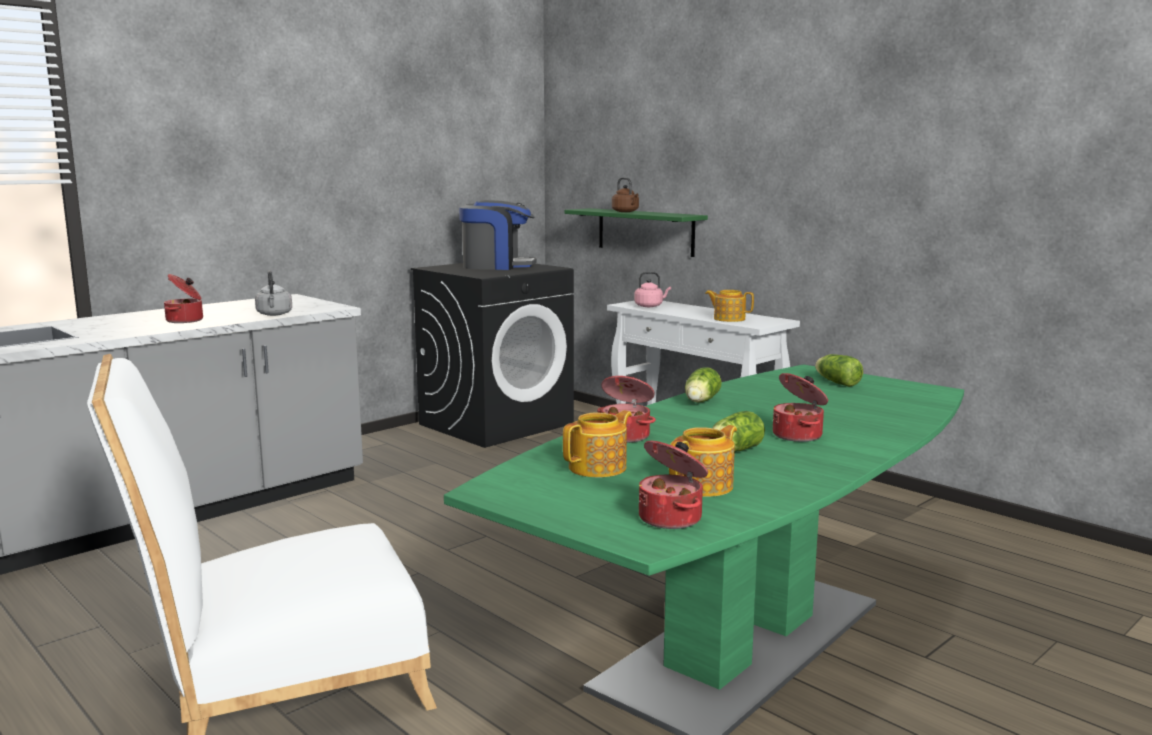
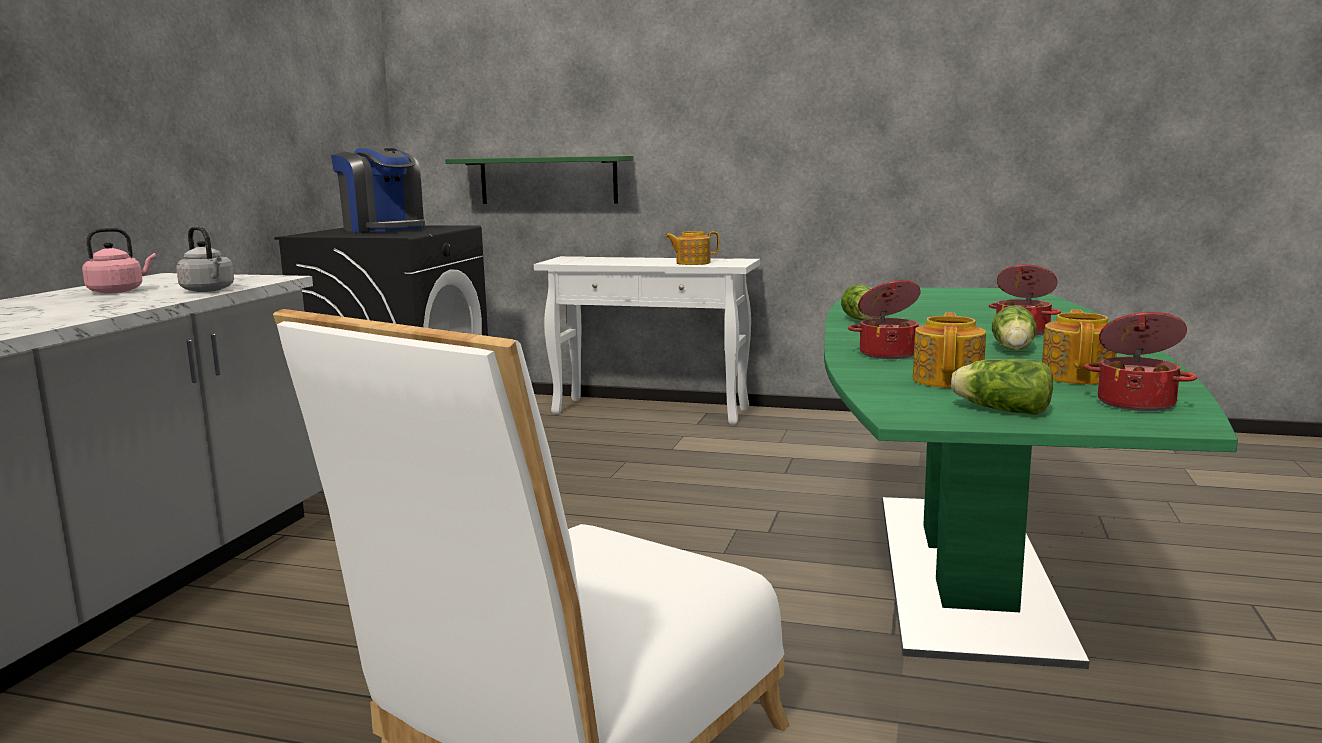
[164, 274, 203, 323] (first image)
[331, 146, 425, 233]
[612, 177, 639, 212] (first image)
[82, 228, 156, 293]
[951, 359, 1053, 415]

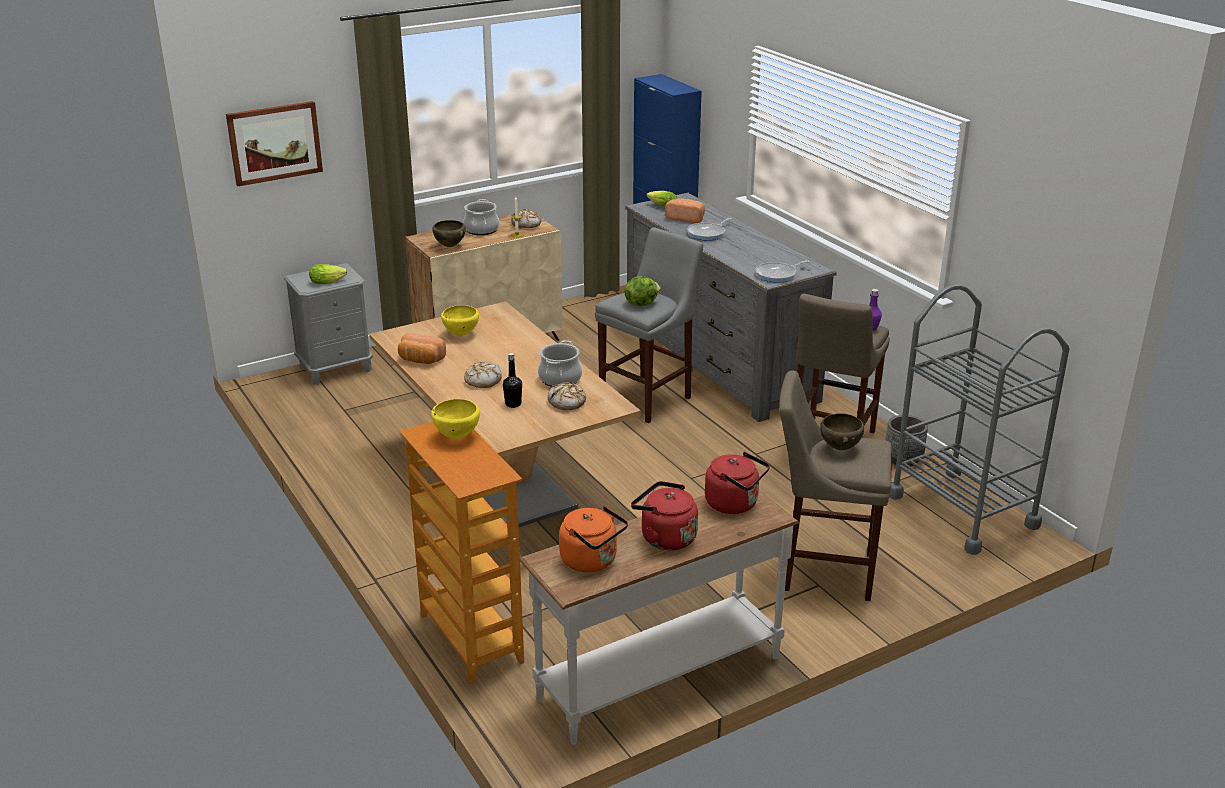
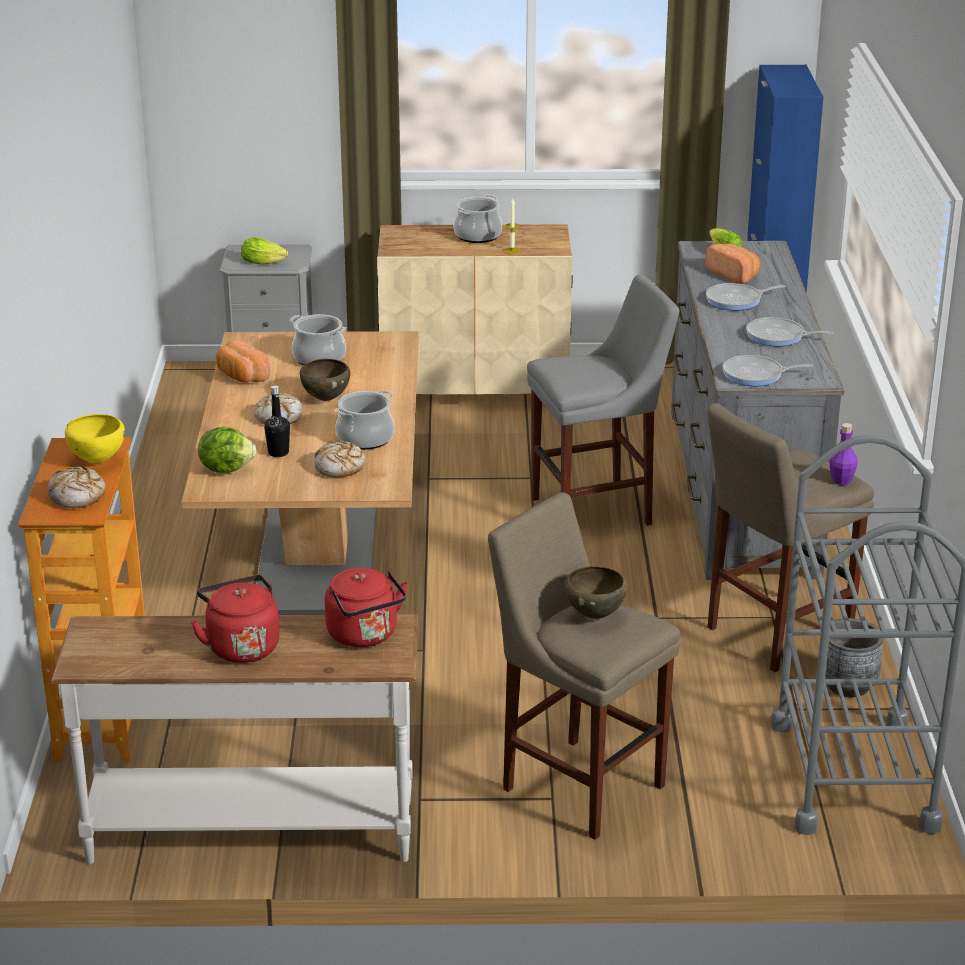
[226, 101, 323, 186] (first image)
[300, 359, 350, 401]
[290, 314, 346, 365]
[48, 466, 106, 508]
[559, 506, 628, 572] (first image)
[198, 426, 257, 473]
[746, 317, 834, 347]

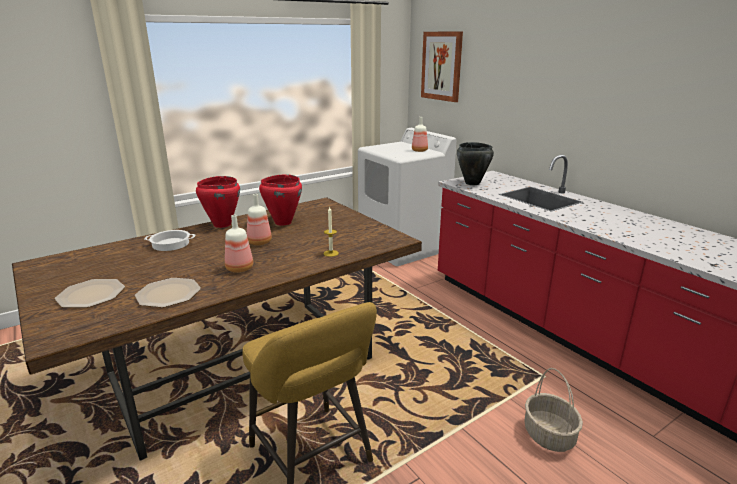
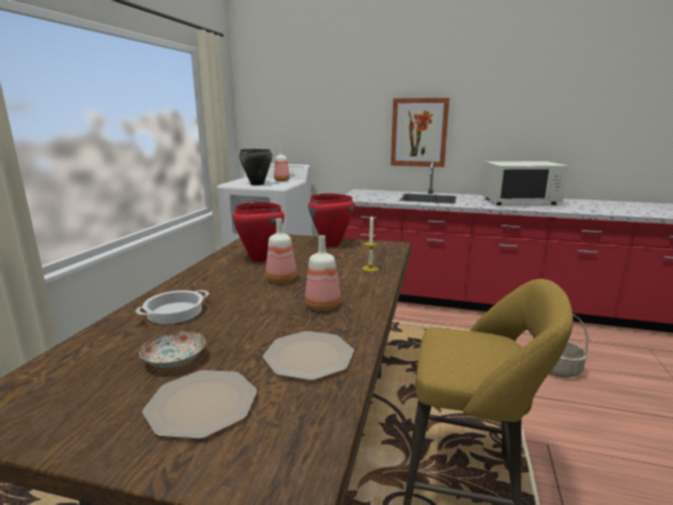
[308, 193, 355, 247]
[391, 98, 450, 167]
[239, 149, 272, 185]
[139, 331, 206, 368]
[481, 161, 569, 205]

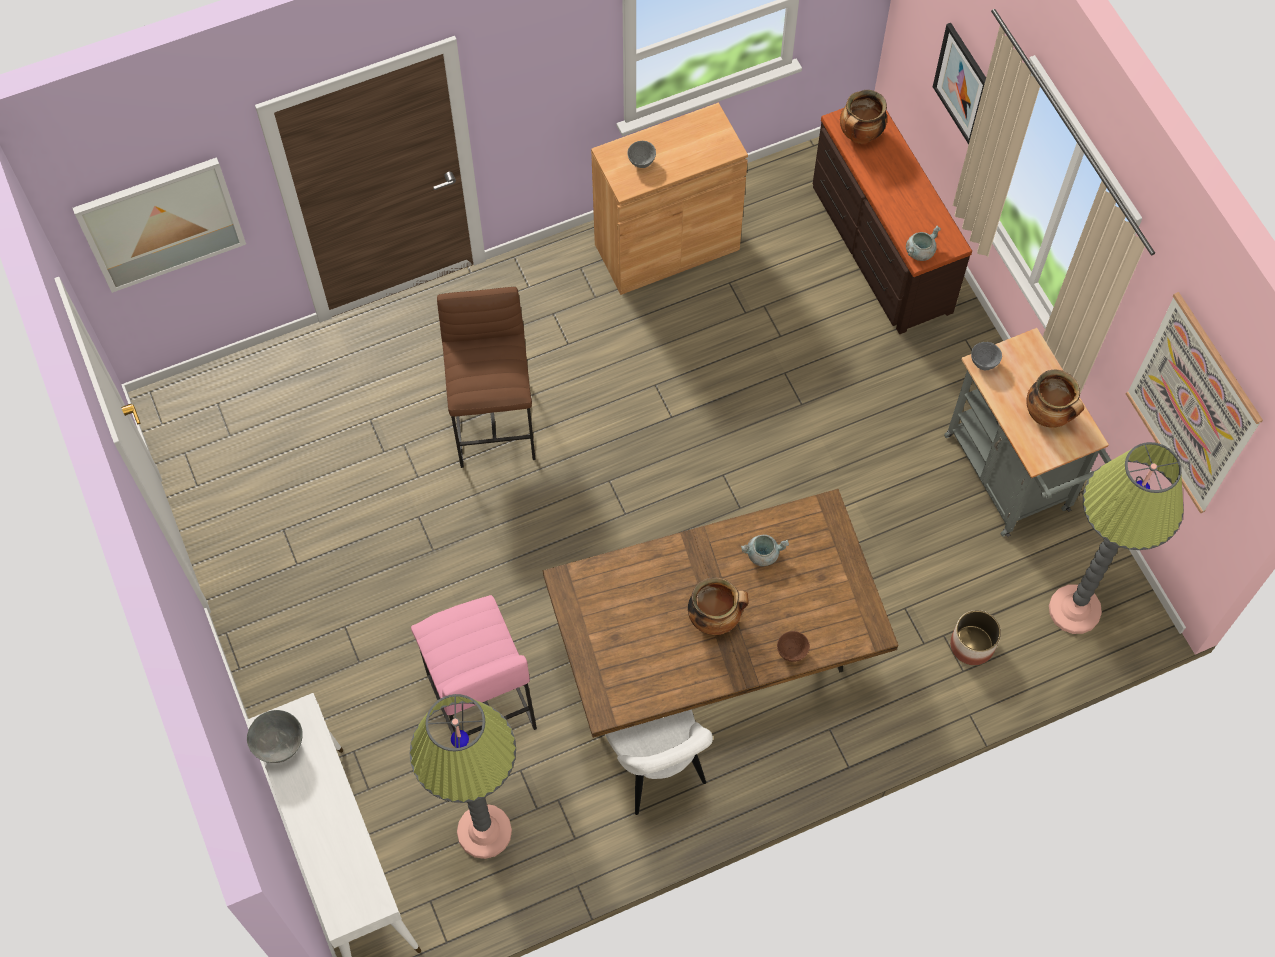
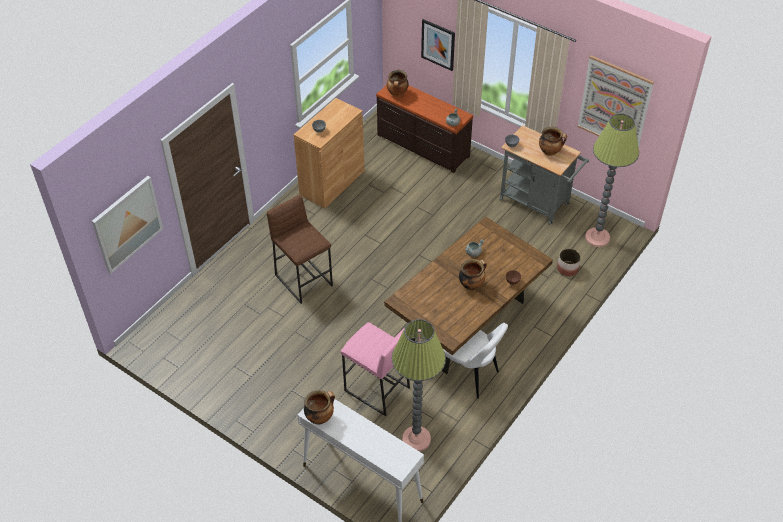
[304, 390, 335, 424]

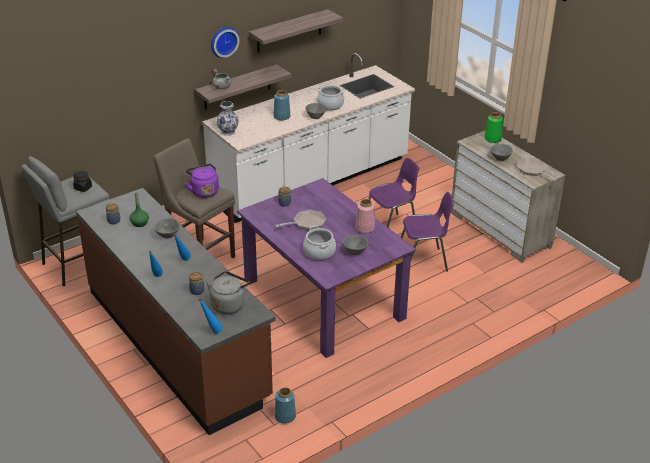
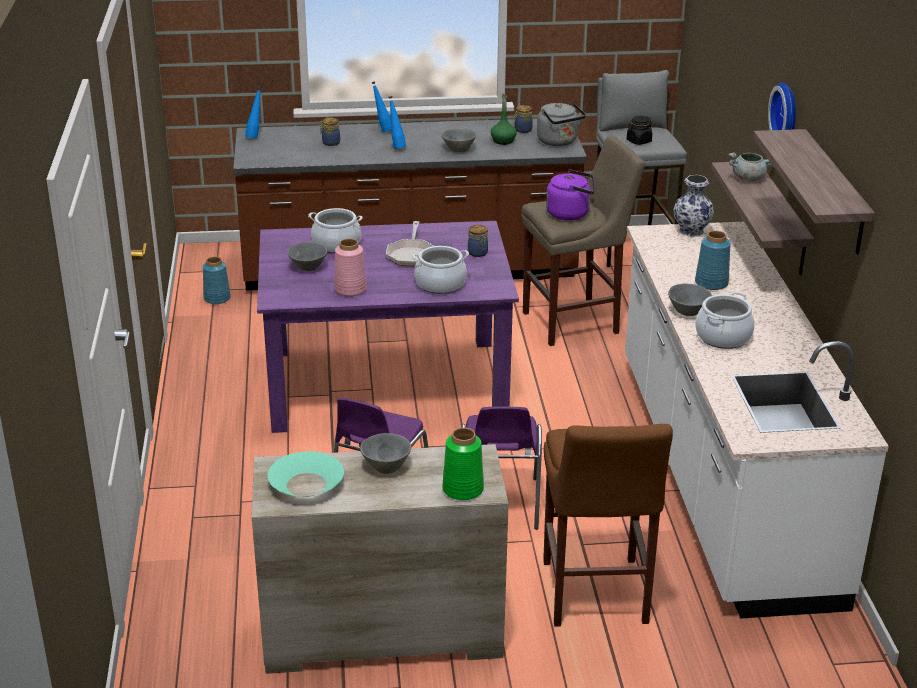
[537, 103, 586, 146]
[268, 451, 344, 497]
[412, 246, 469, 294]
[543, 424, 673, 627]

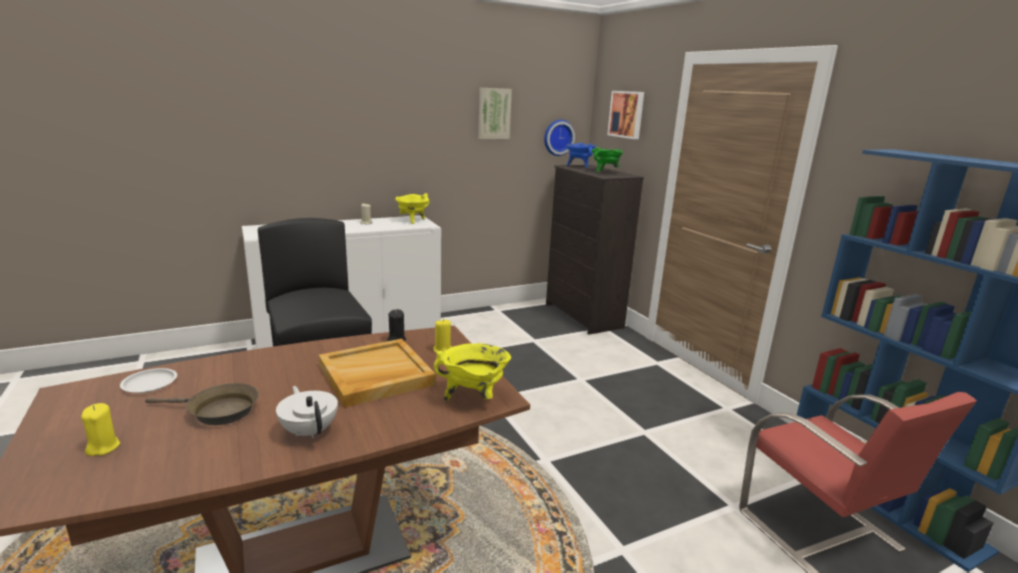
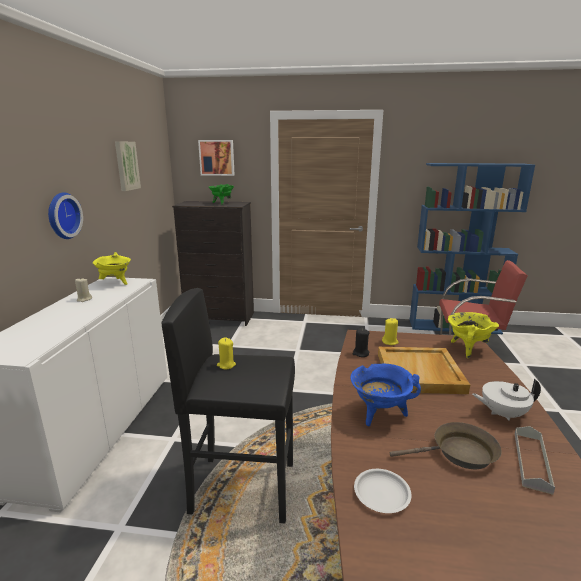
[217, 337, 236, 369]
[390, 422, 502, 469]
[48, 192, 83, 239]
[350, 363, 421, 426]
[515, 426, 555, 495]

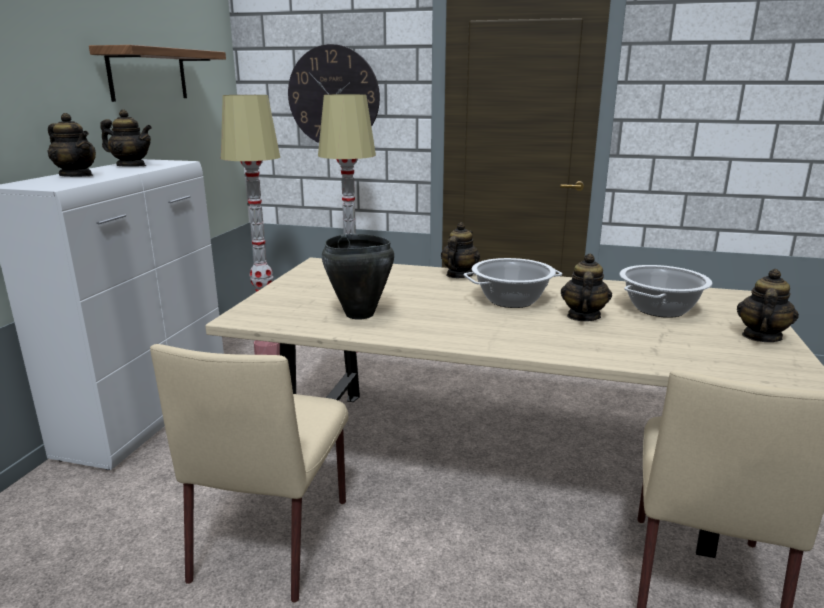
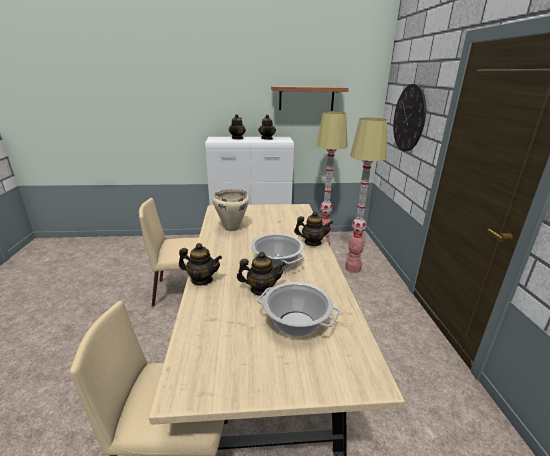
[213, 189, 249, 231]
[179, 243, 222, 286]

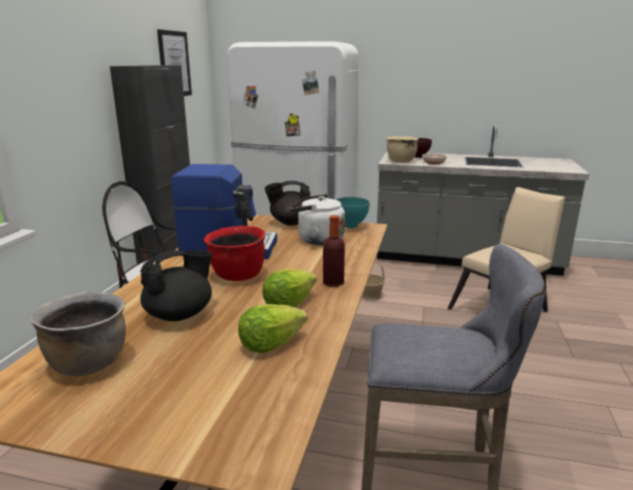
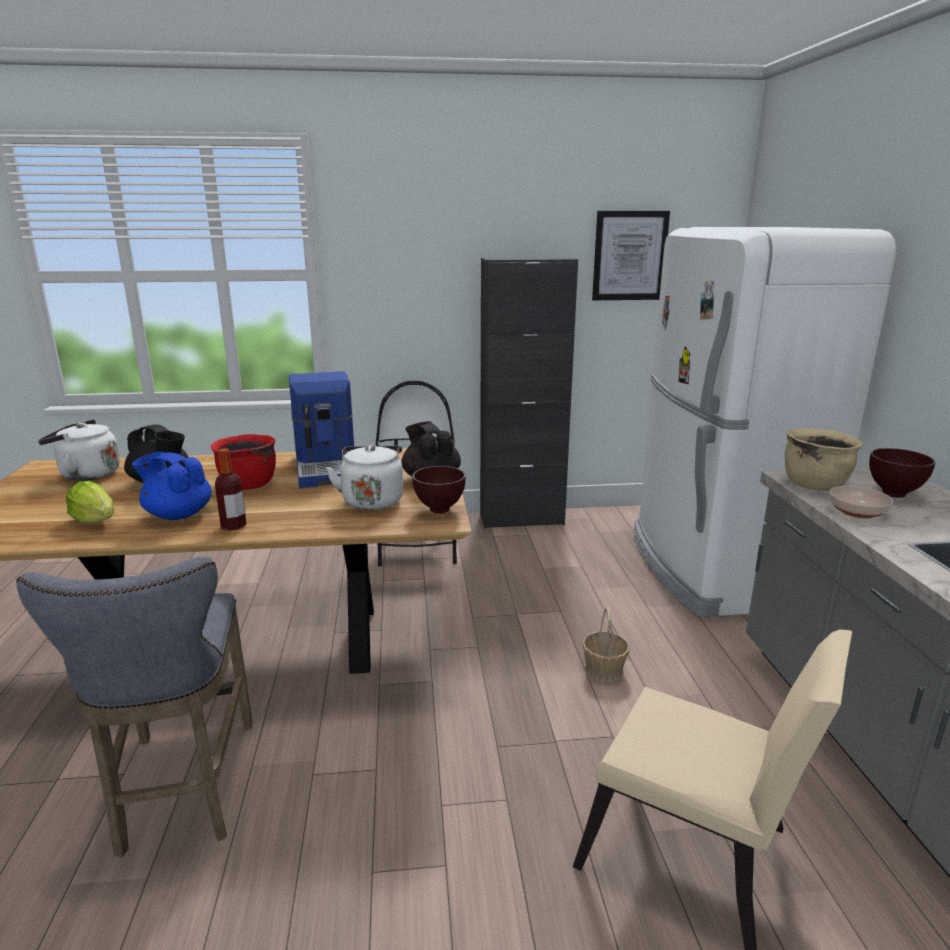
[38, 419, 120, 481]
[132, 452, 212, 520]
[412, 466, 466, 514]

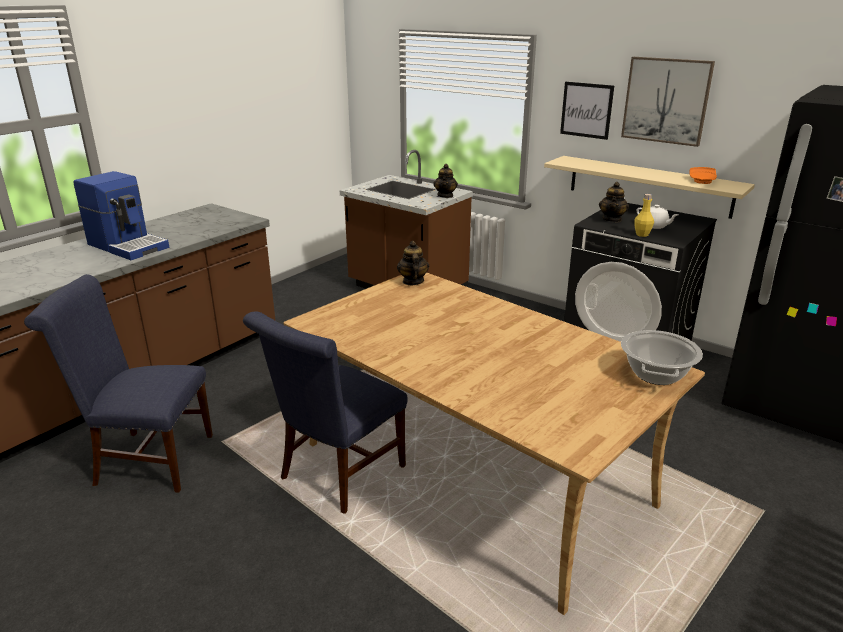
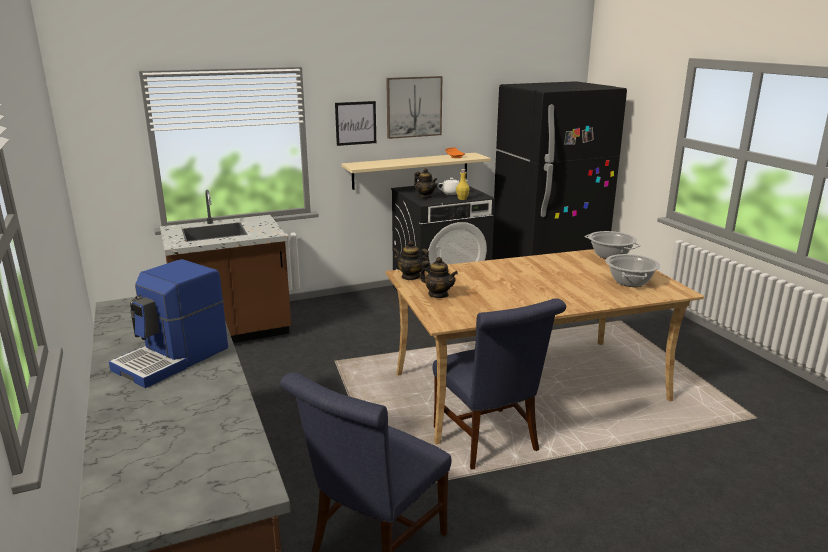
[109, 259, 228, 388]
[420, 257, 458, 298]
[606, 254, 660, 287]

